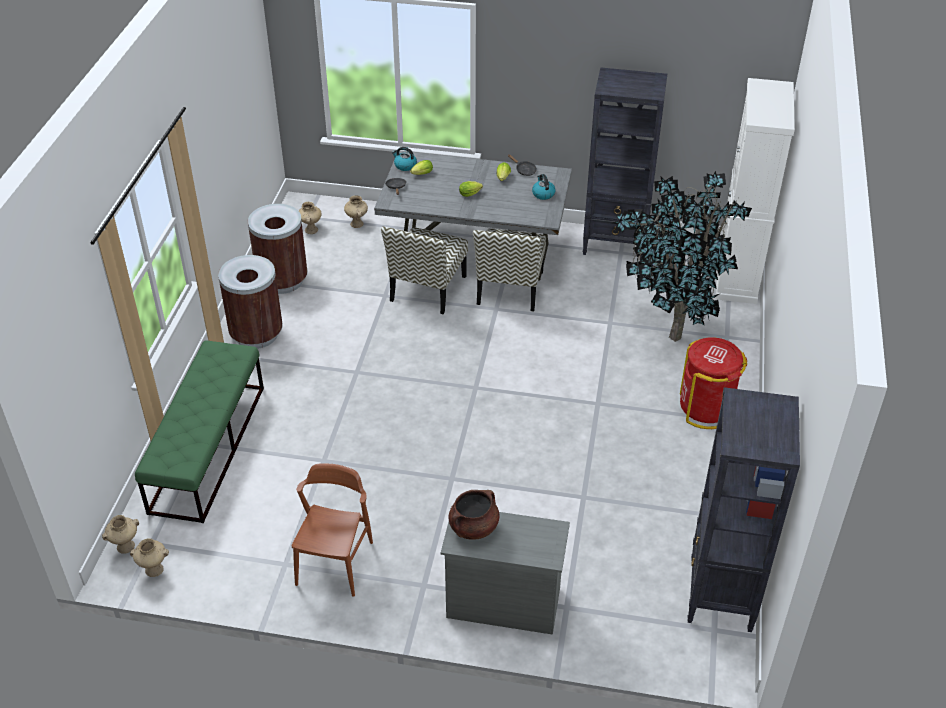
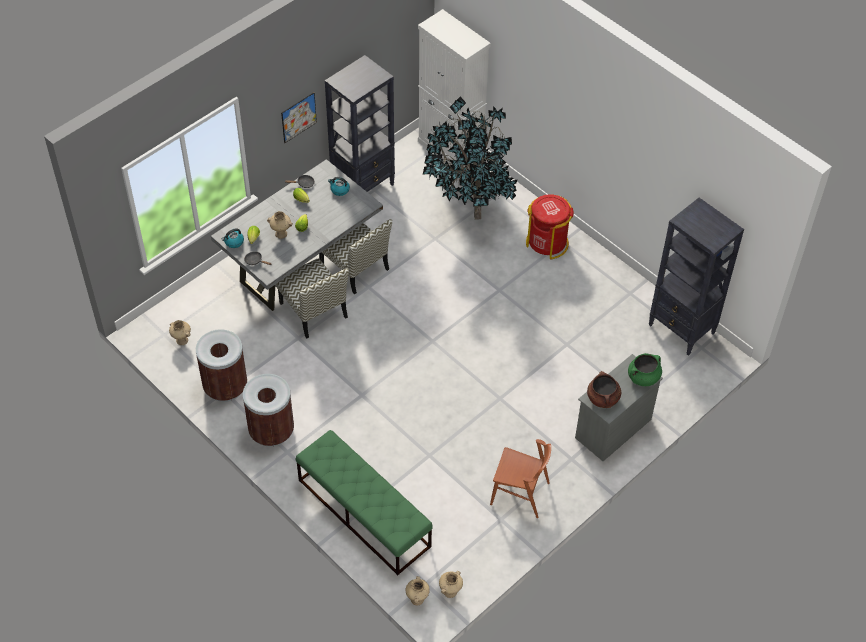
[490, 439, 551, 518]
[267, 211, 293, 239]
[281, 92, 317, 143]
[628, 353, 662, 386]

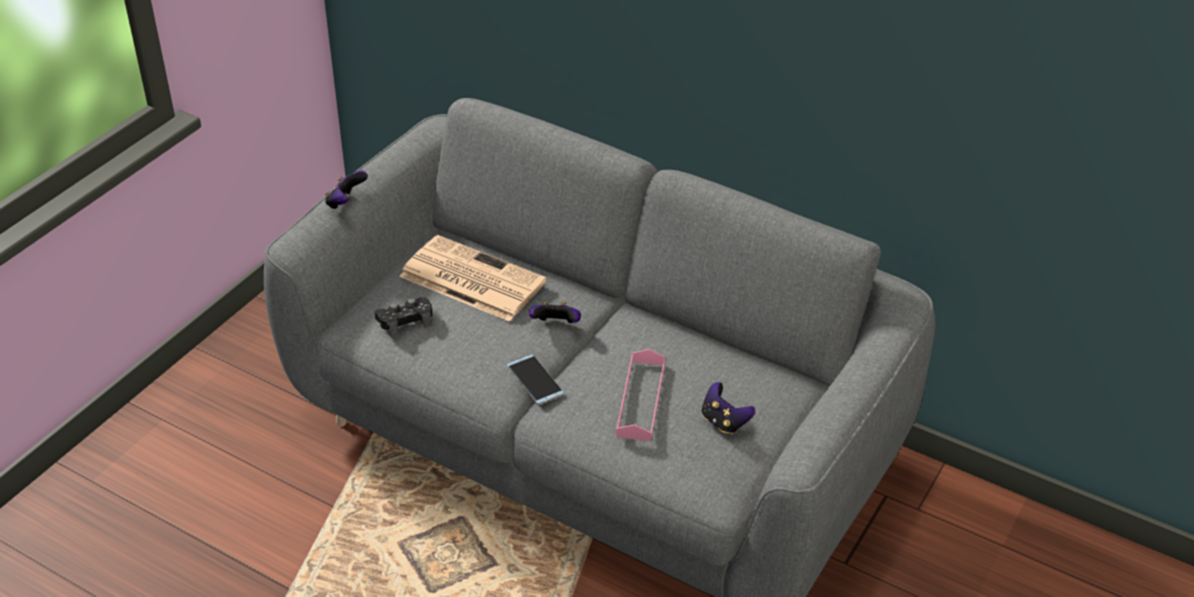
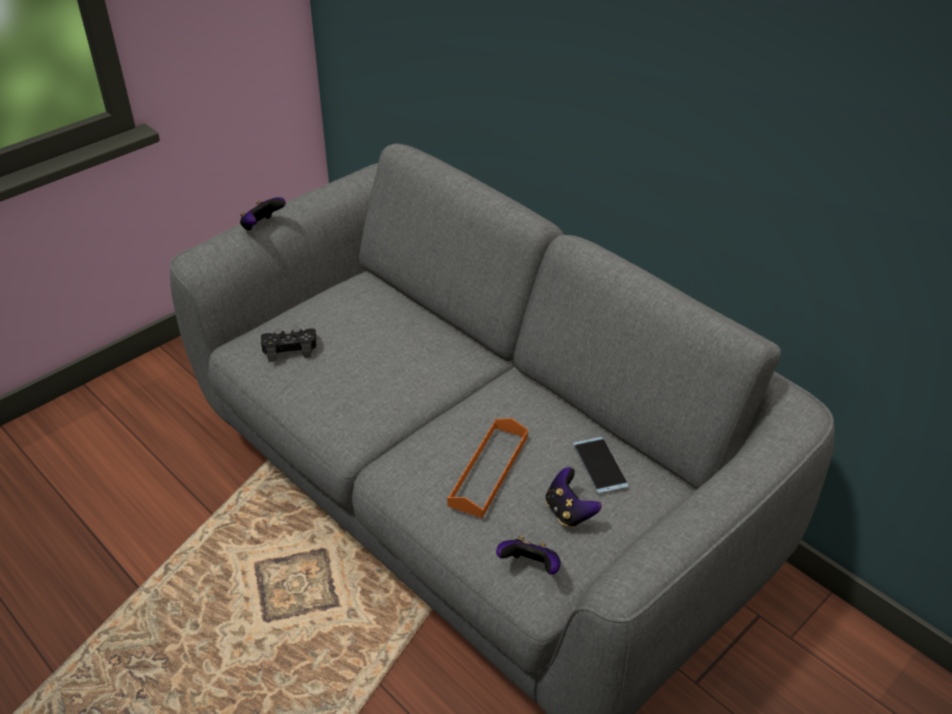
[399, 235, 547, 322] (first image)
[573, 437, 629, 494]
[496, 536, 561, 574]
[447, 418, 528, 518]

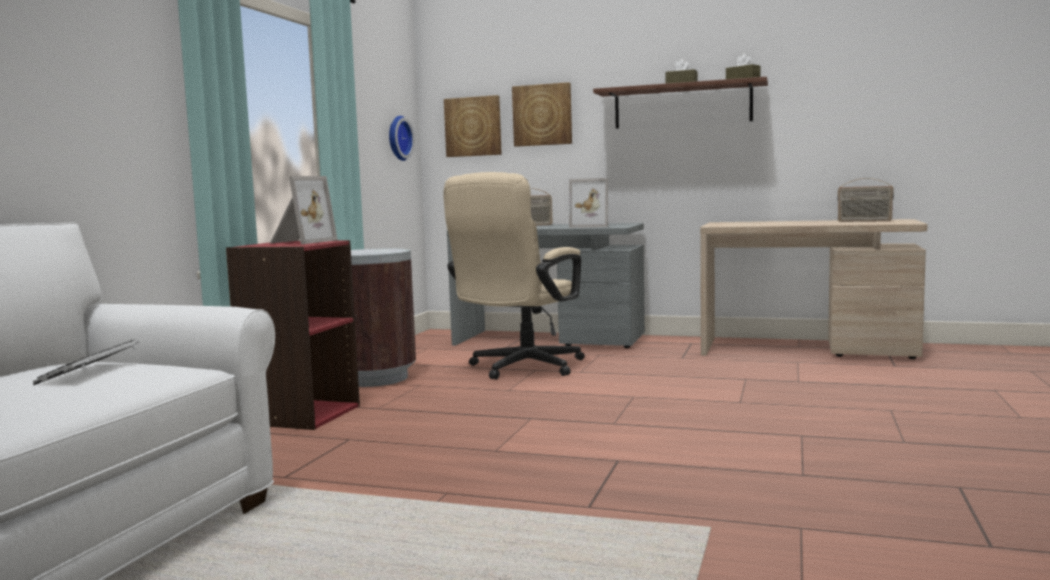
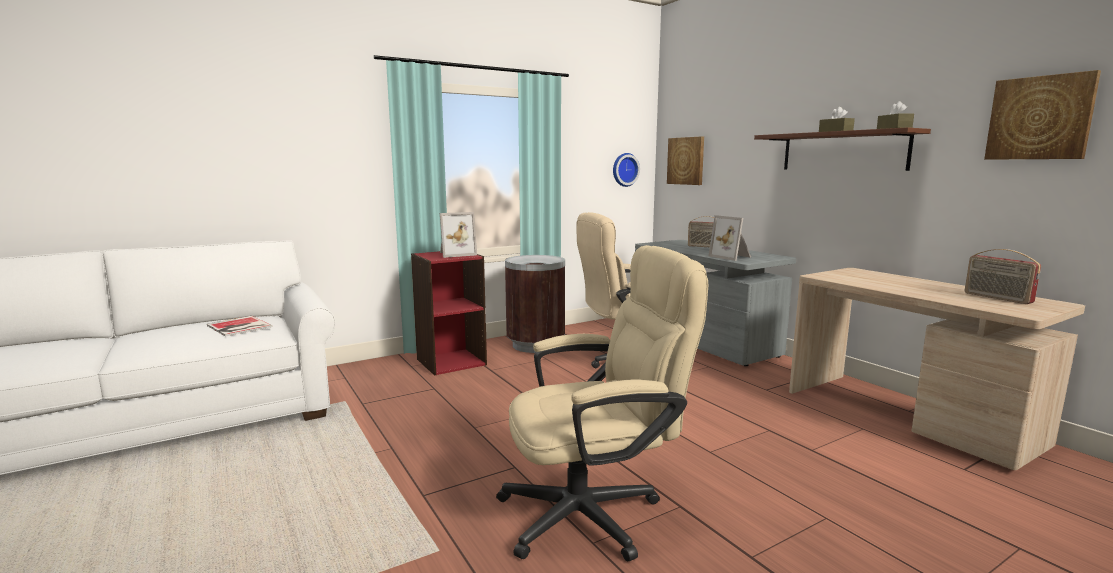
[207, 316, 273, 337]
[984, 70, 1101, 160]
[496, 245, 708, 561]

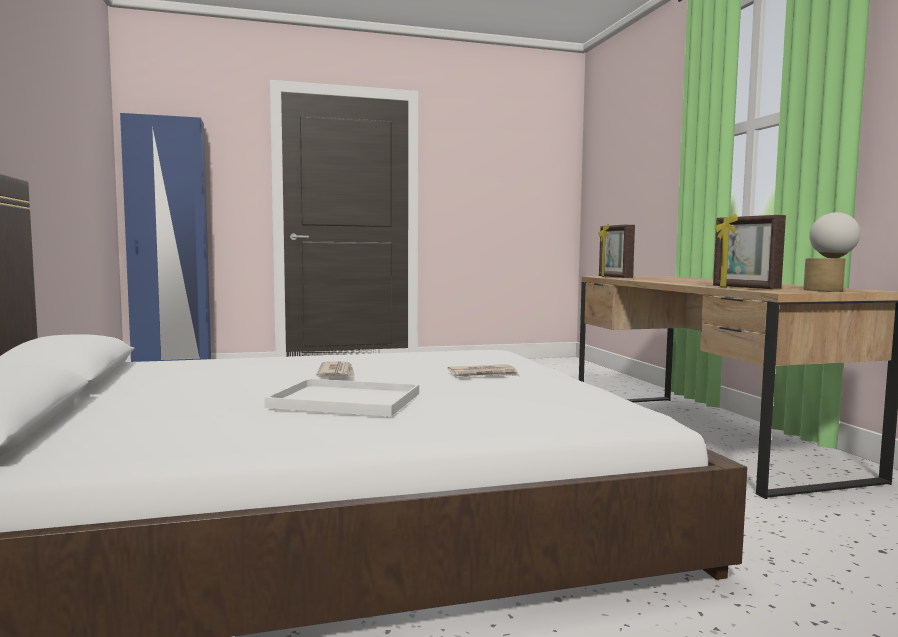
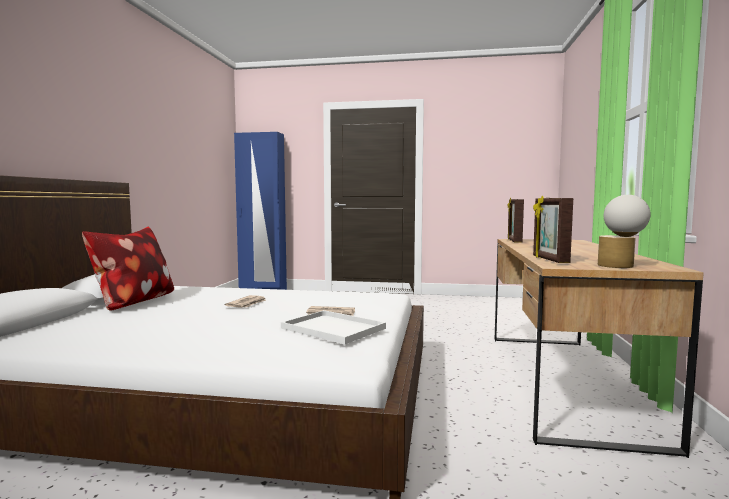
[281, 310, 386, 344]
[82, 227, 174, 311]

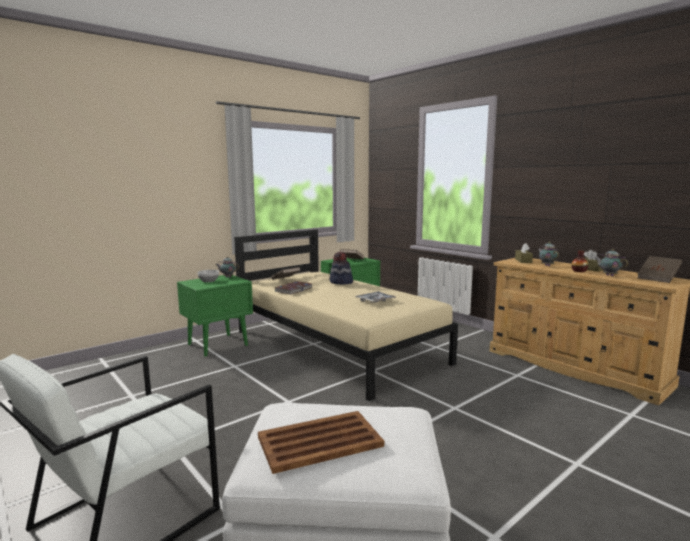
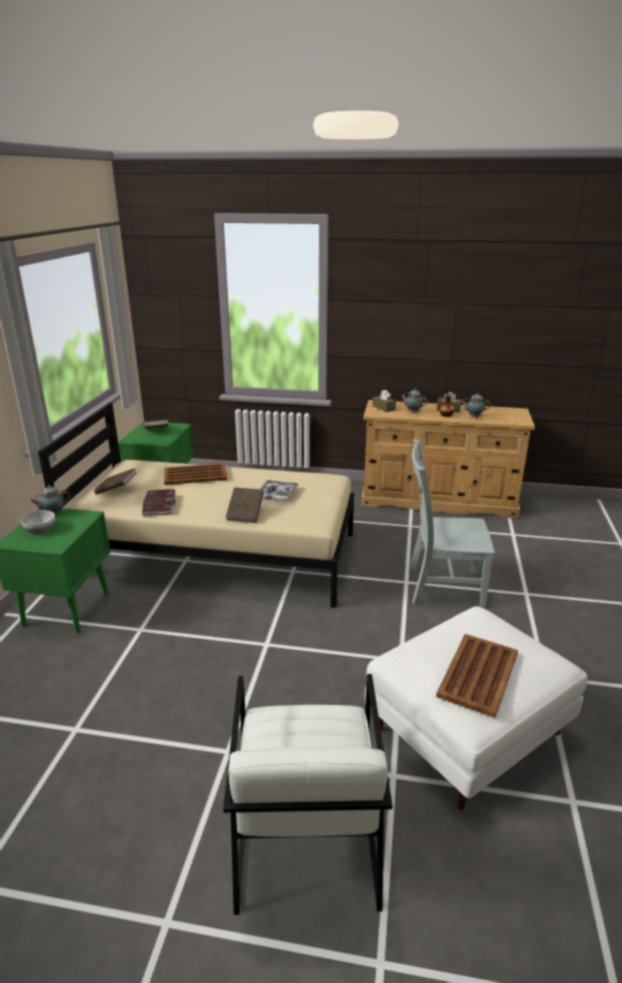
[164, 463, 227, 485]
[226, 487, 264, 523]
[409, 439, 495, 607]

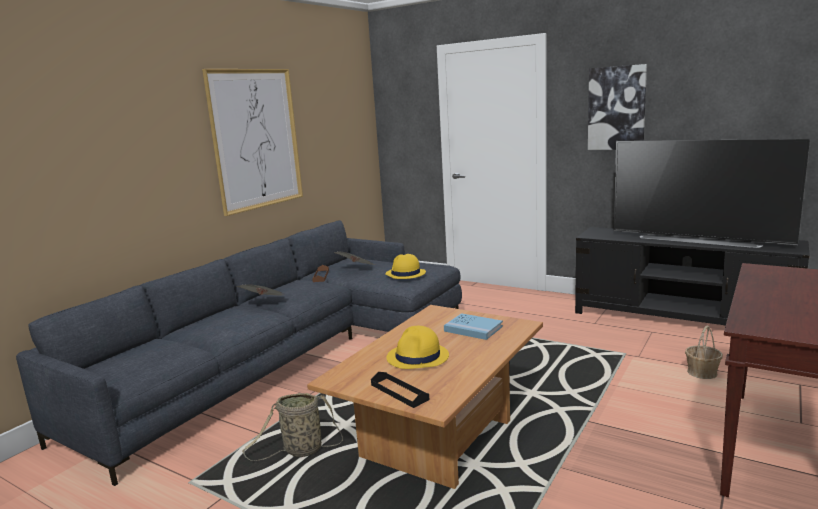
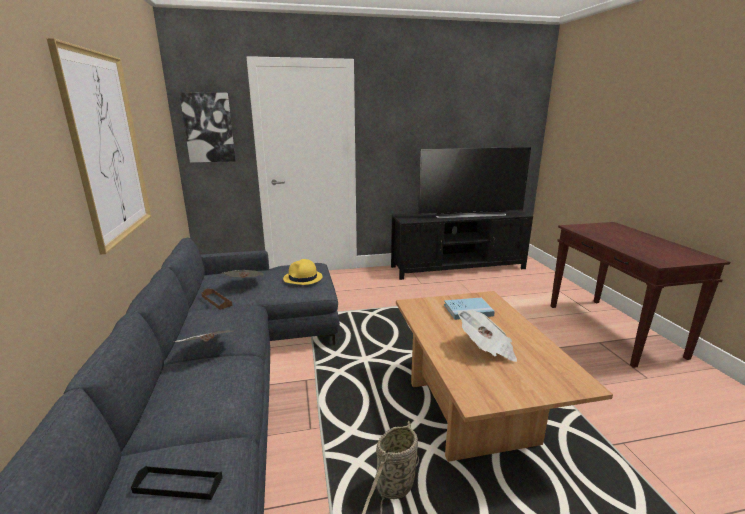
[131, 466, 223, 500]
[458, 310, 517, 362]
[179, 92, 236, 163]
[685, 326, 723, 379] (first image)

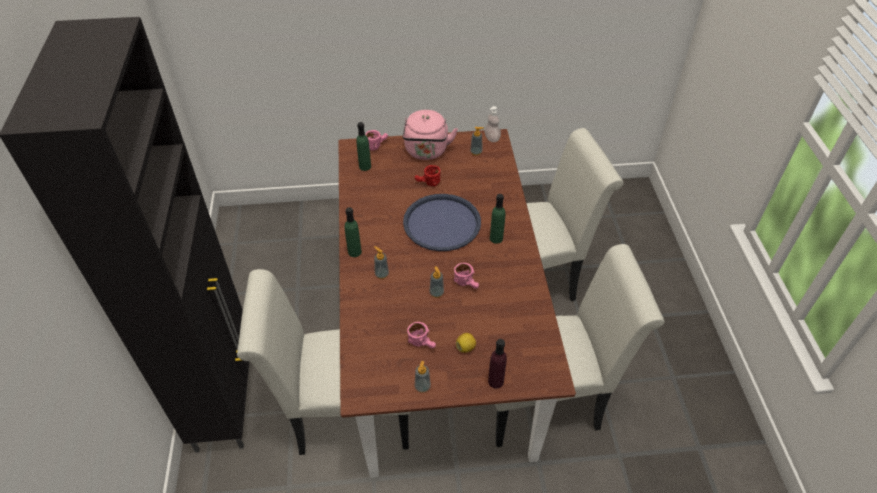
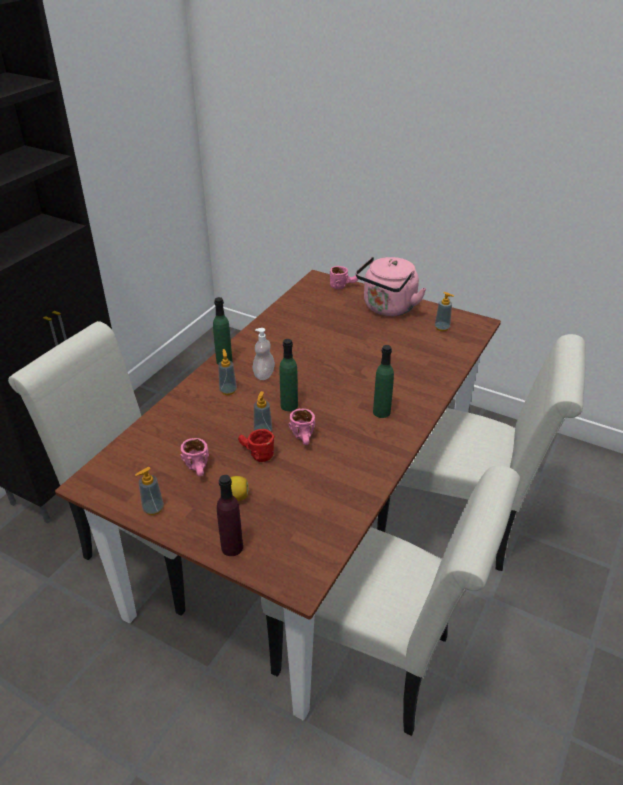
[280, 339, 298, 411]
[403, 194, 481, 251] (first image)
[238, 429, 274, 462]
[253, 328, 275, 380]

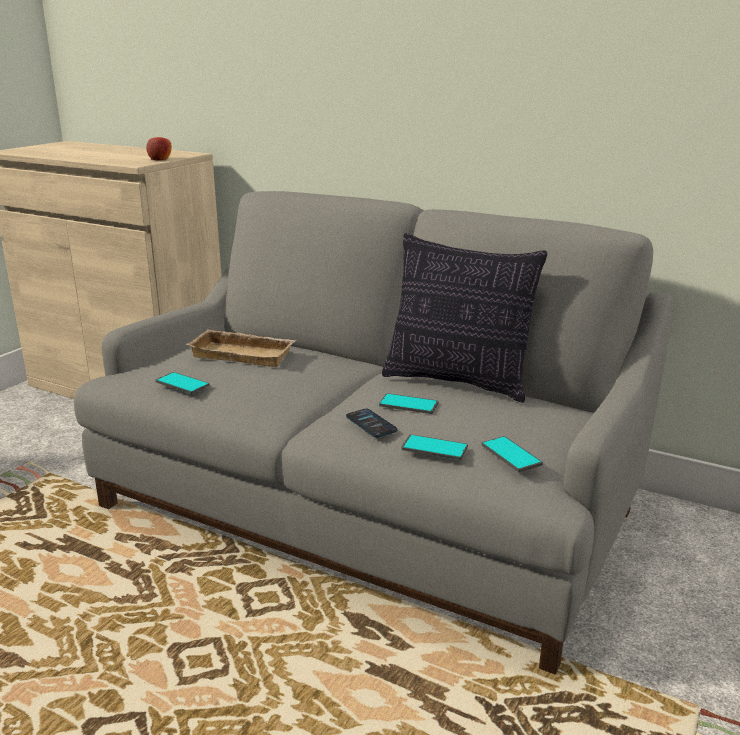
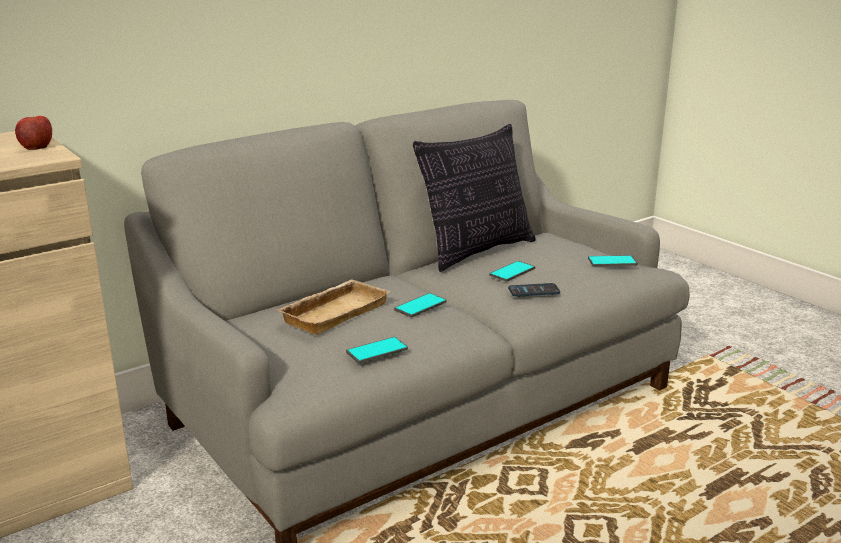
[394, 293, 447, 318]

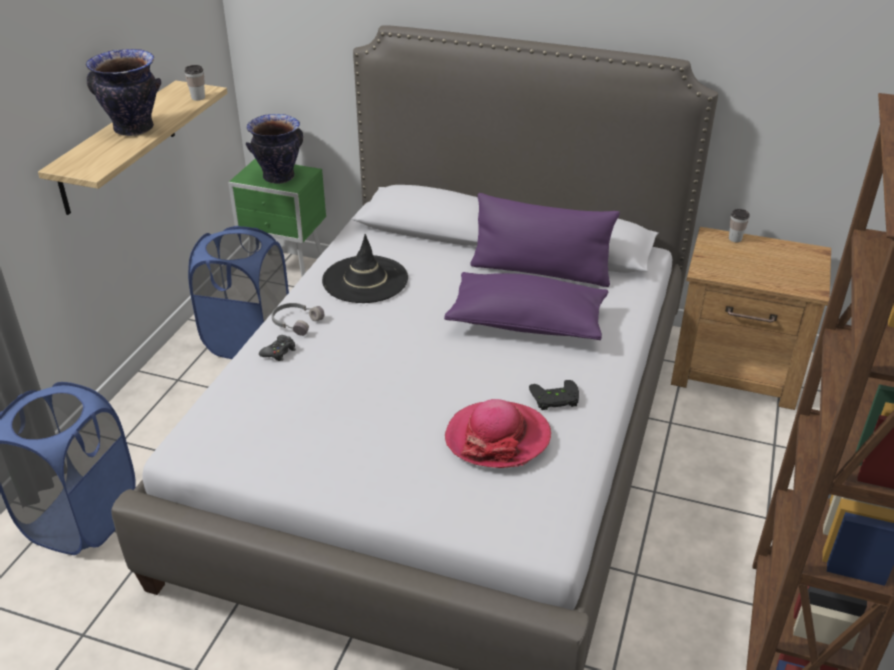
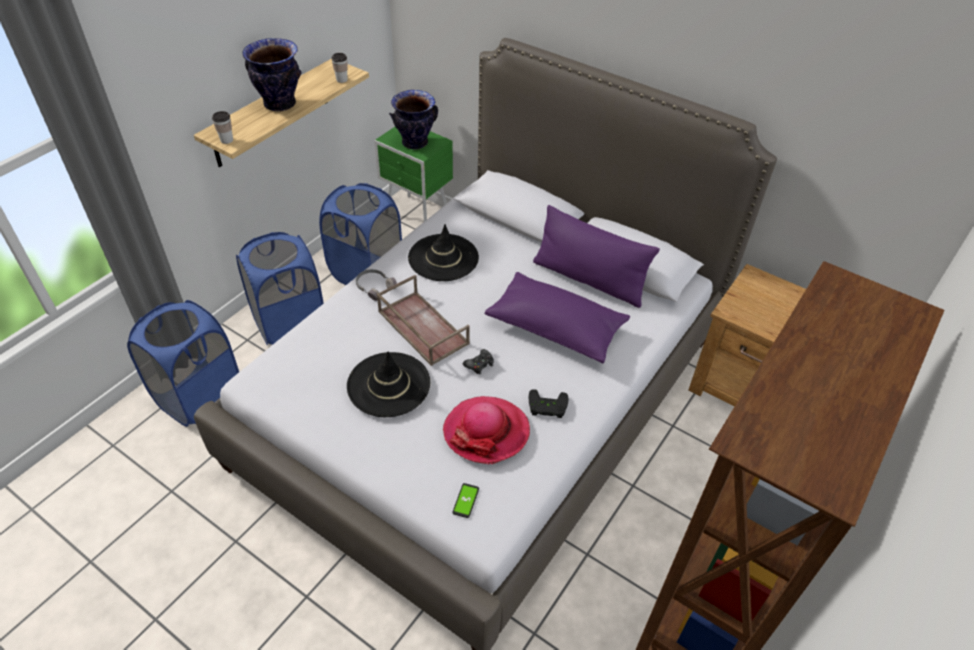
[463, 349, 494, 375]
[212, 111, 233, 144]
[236, 232, 324, 345]
[347, 352, 430, 417]
[377, 275, 470, 366]
[452, 483, 479, 518]

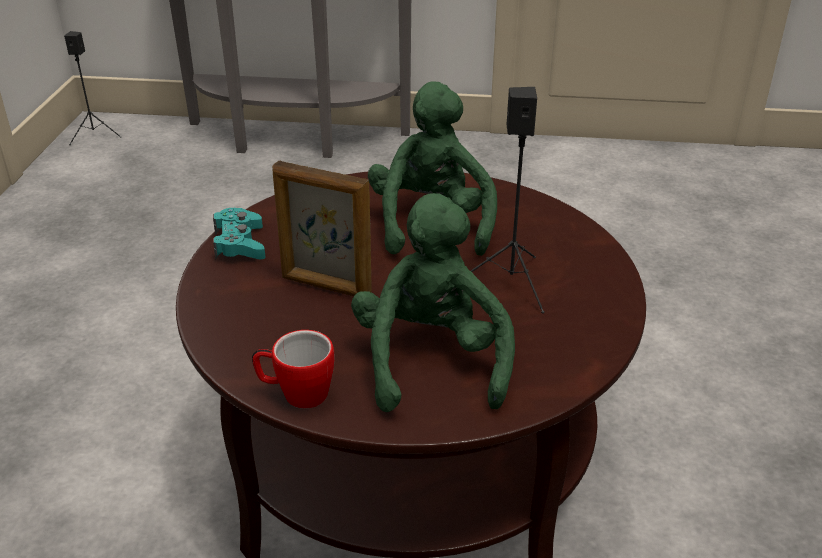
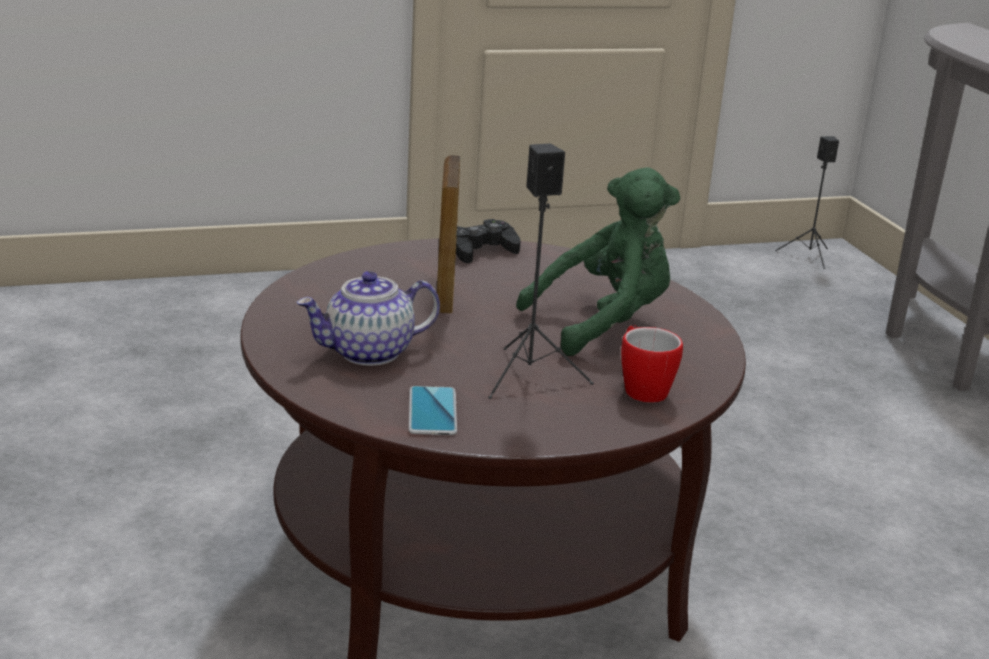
[456, 219, 521, 263]
[621, 325, 683, 403]
[297, 271, 440, 366]
[409, 386, 457, 435]

